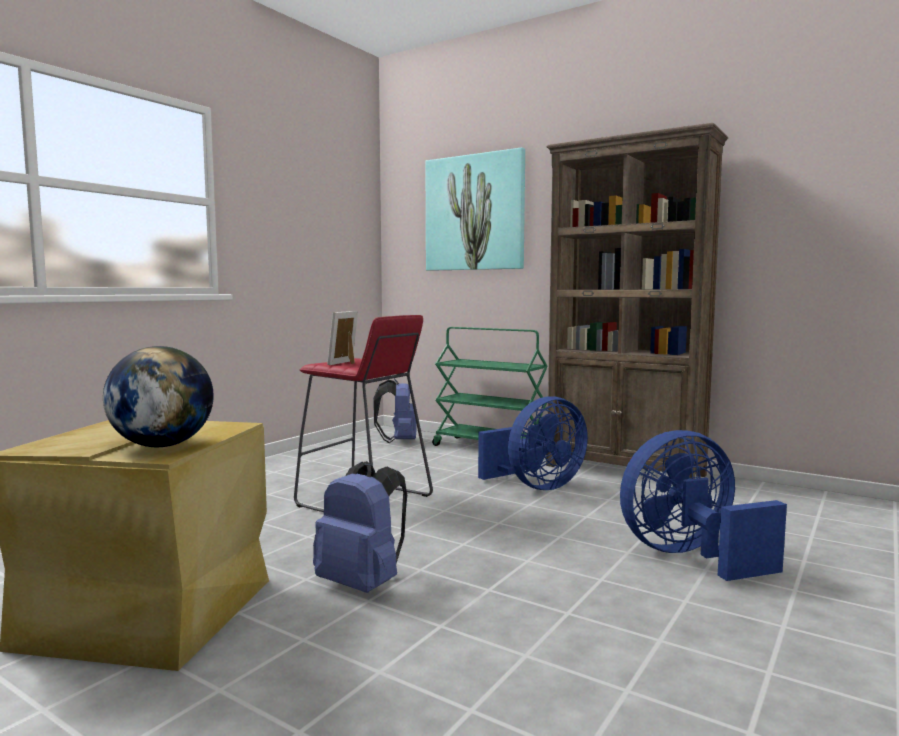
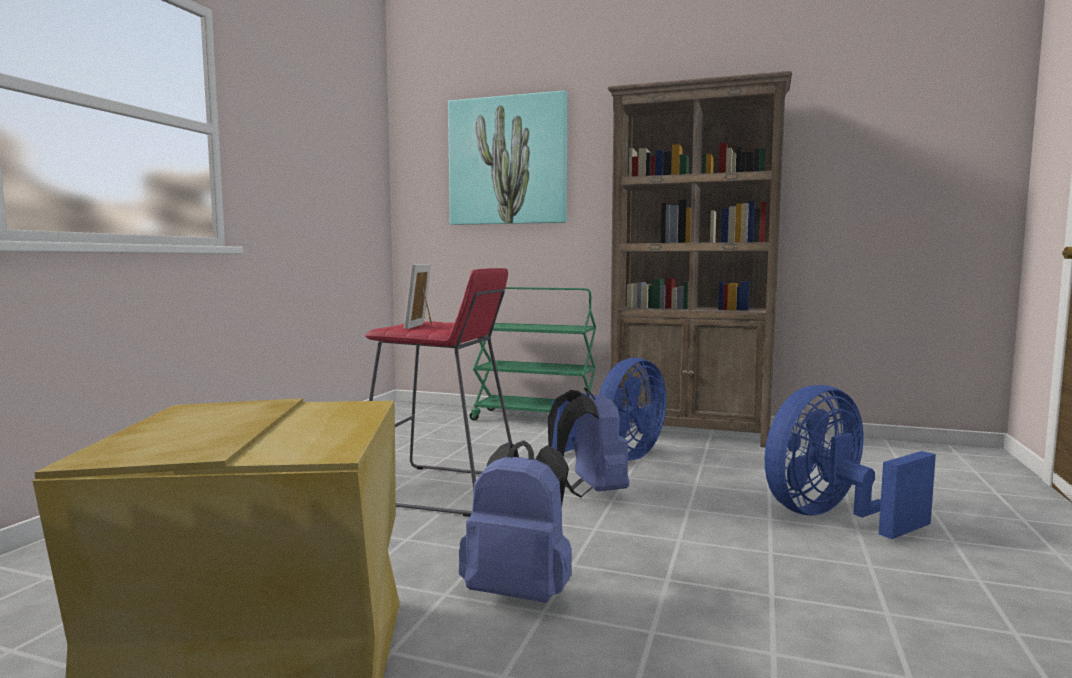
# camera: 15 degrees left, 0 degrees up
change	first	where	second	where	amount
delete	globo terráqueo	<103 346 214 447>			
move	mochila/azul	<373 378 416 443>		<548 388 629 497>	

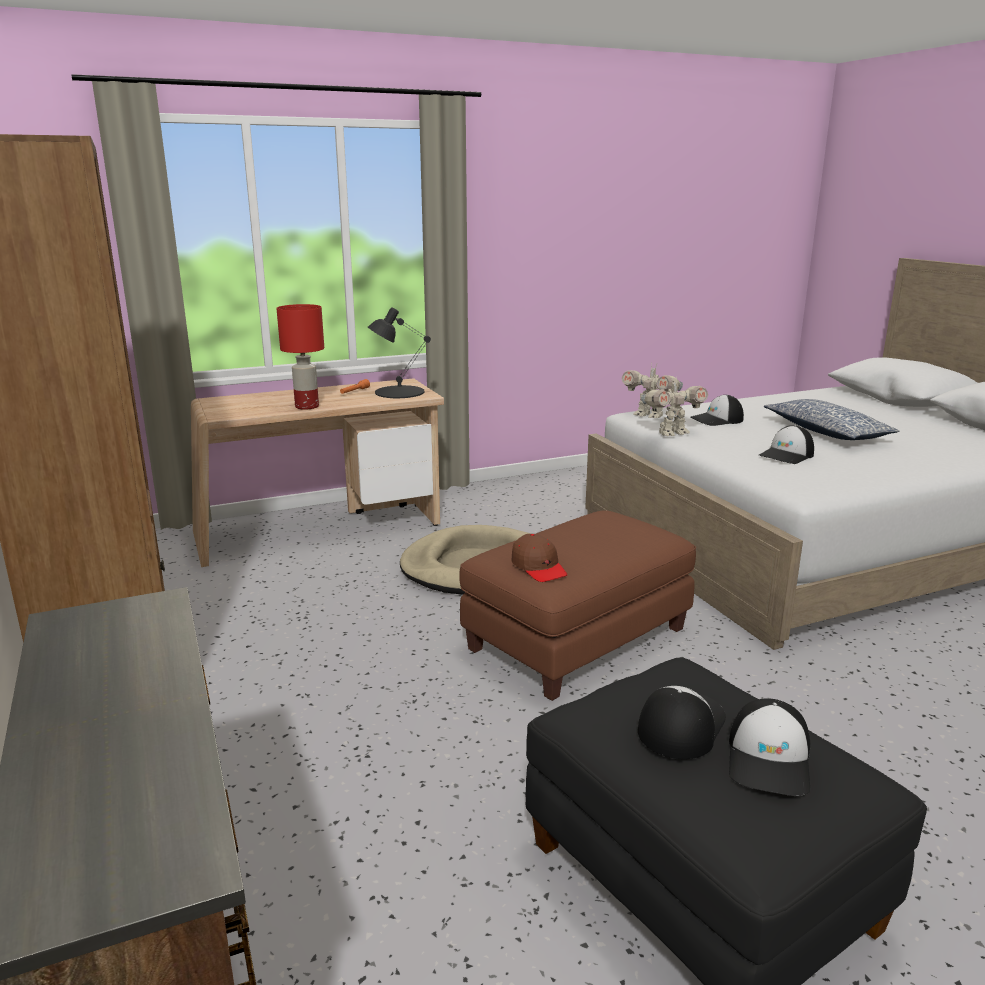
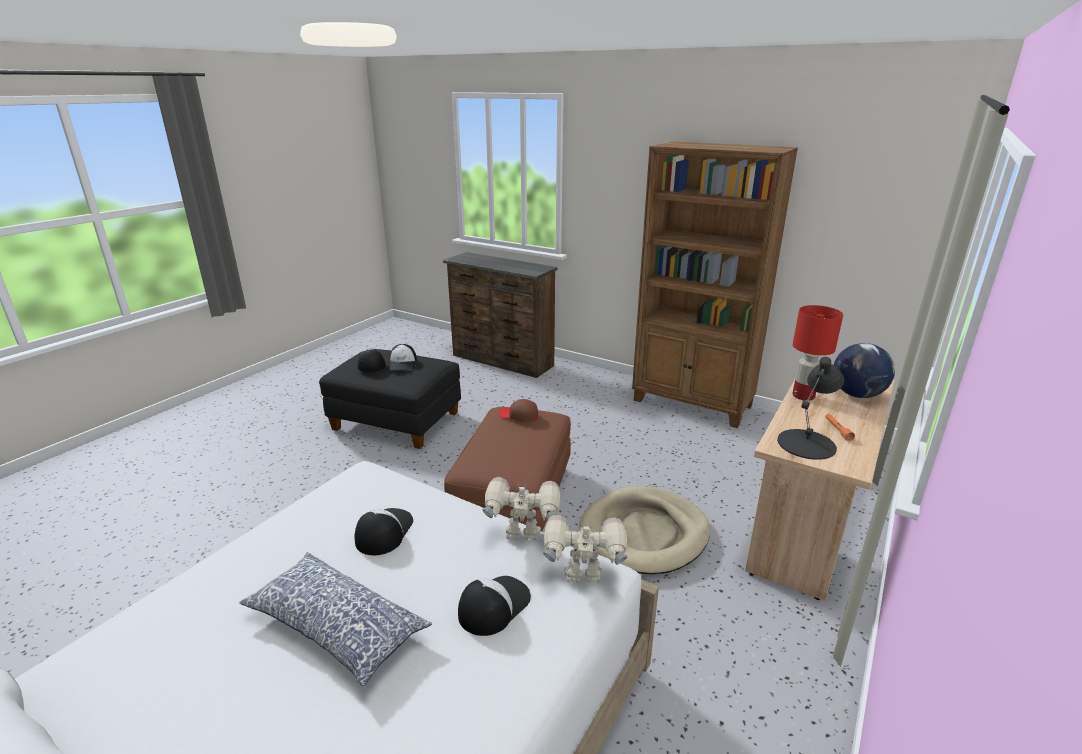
# camera: 145 degrees right, 5 degrees up
change	first	where	second	where	amount
rotate	robot de juguete	<641 376 708 436>		<483 477 560 541>	60 degrees clockwise
insert			globo terráqueo	<834 343 895 398>	

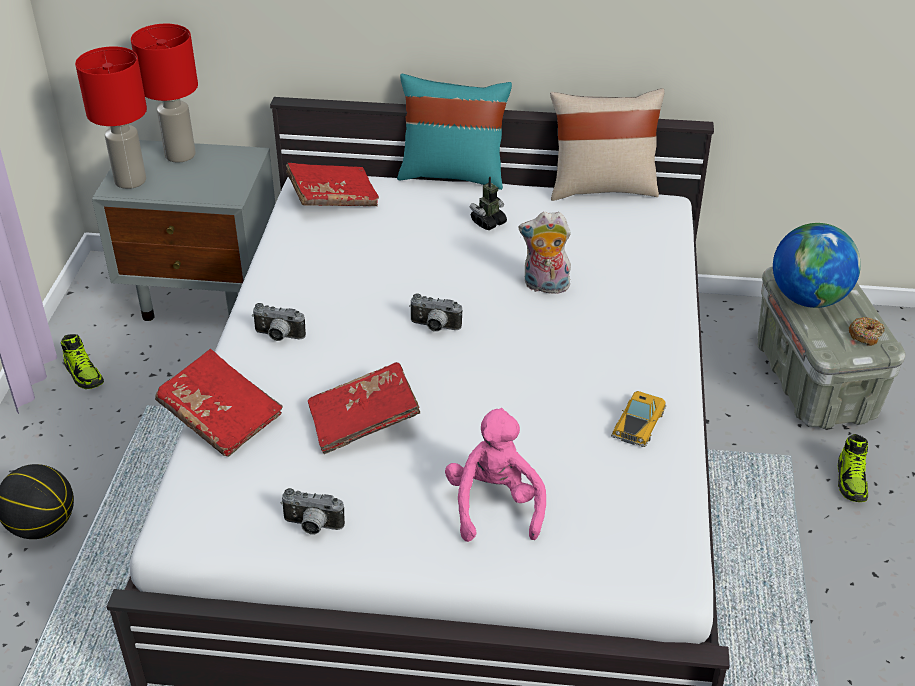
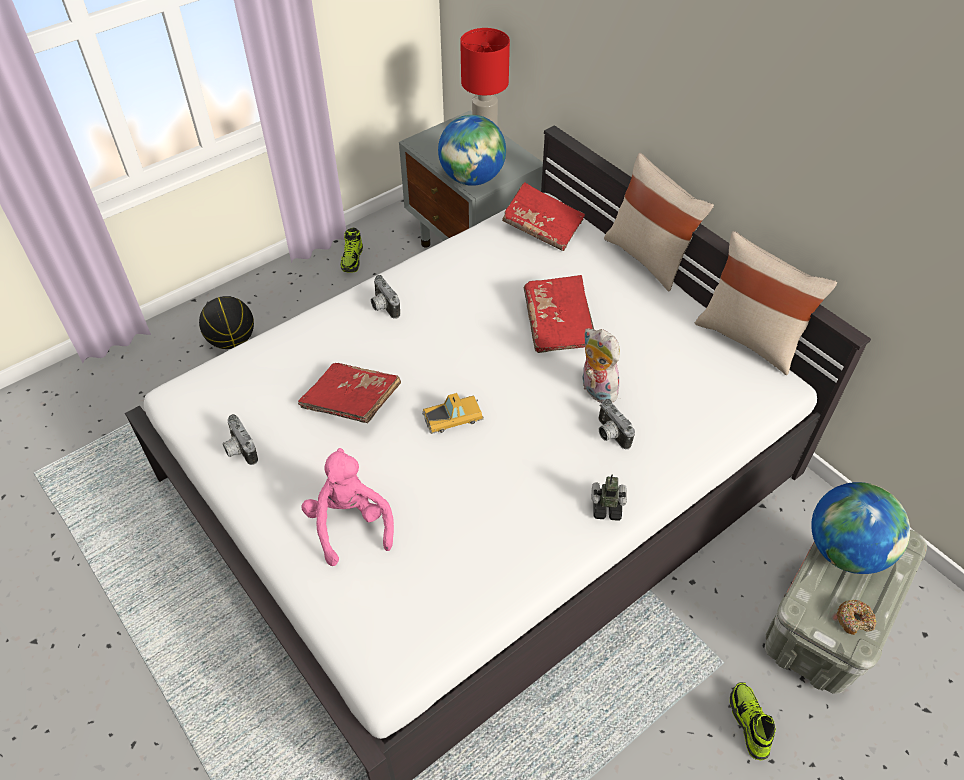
# camera: 45 degrees right, 10 degrees up
change	first	where	second	where	amount
delete	lámpara de mesa/rojo	<75 46 147 189>			
move	libro/rojo	<155 349 283 457>		<524 275 594 353>	
recolor	cojín/turquesa	<397 74 512 190>	cojín/beis	<604 153 714 292>	
move	cámara	<409 294 462 332>		<598 399 635 449>	
rotate	peluche/rosa	<445 408 546 542>		<301 448 394 566>	60 degrees counterclockwise
move	robot de juguete	<470 176 507 230>		<592 475 627 521>	
move	coche de juguete	<611 391 666 447>		<422 393 484 434>	
rotate	zapato	<838 434 868 502>		<730 682 776 760>	120 degrees clockwise
insert			globo terráqueo	<438 115 506 186>	

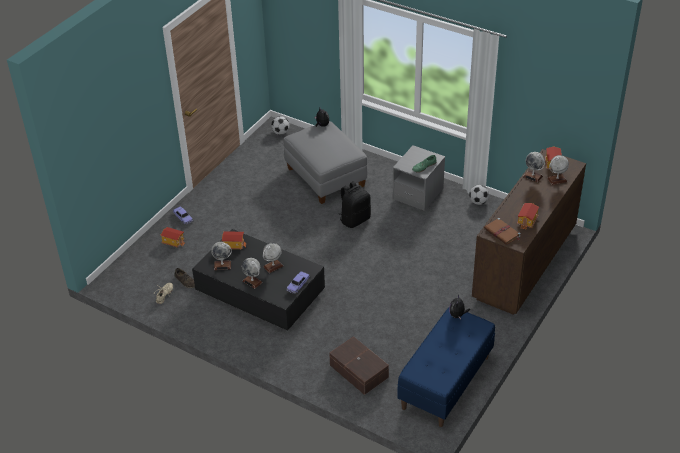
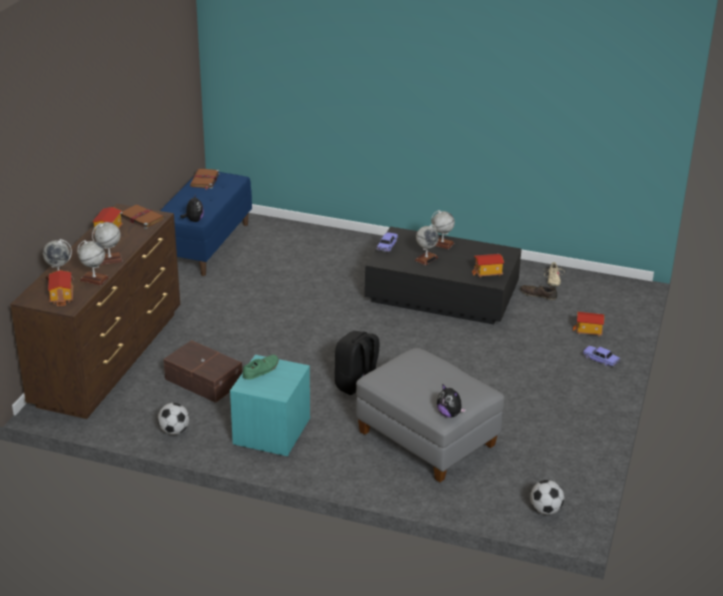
# camera: 165 degrees right, 10 degrees down
change	first	where	second	where	amount
move	globo terráqueo	<211 242 232 270>		<92 222 123 265>	
move	caja de almacenaje/marrón	<329 336 389 395>		<164 340 242 403>	
recolor	mesita de noche/gris	<393 145 445 211>	mesita de noche/turquesa	<230 355 310 456>	
insert			libro/marrón	<190 169 220 190>	

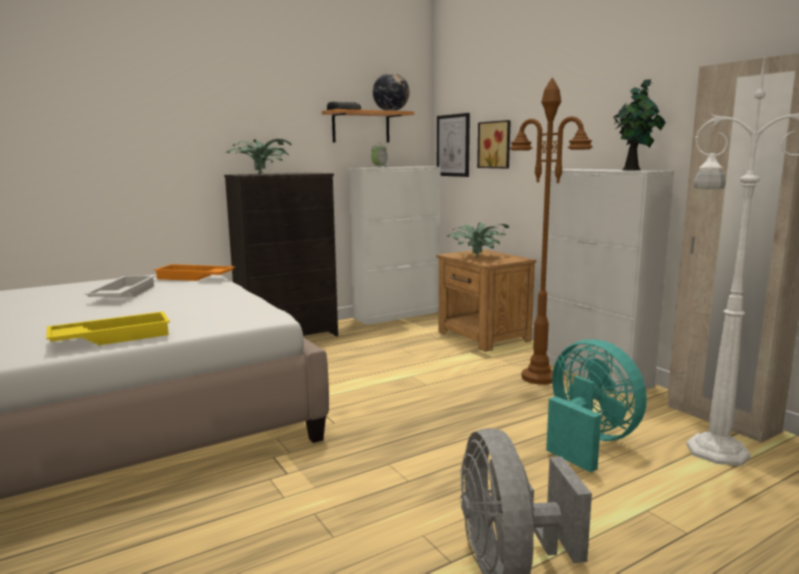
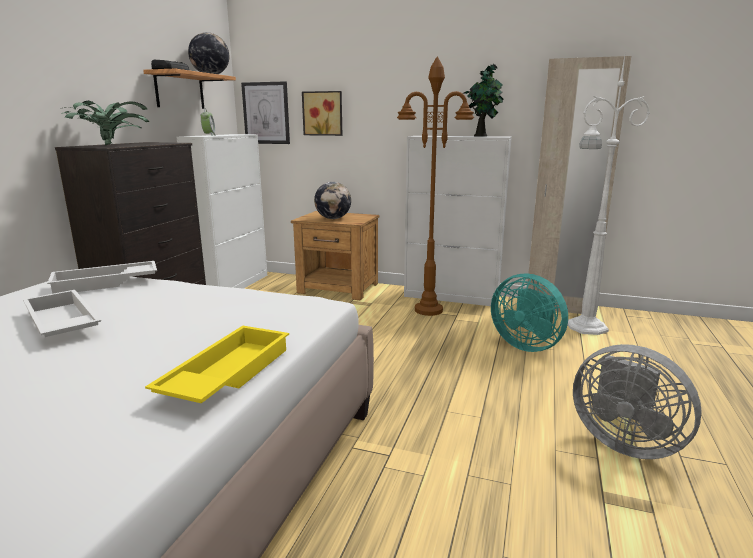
# camera: 40 degrees left, 5 degrees up
change	first	where	second	where	amount
recolor	bandeja/naranja	<154 264 235 281>	bandeja/blanco	<47 261 157 294>	
replace	planta en maceta	<447 222 509 257>	globo terráqueo	<314 182 351 219>	
rotate	ventilador/turquesa	<546 339 647 473>		<491 273 568 352>	150 degrees counterclockwise

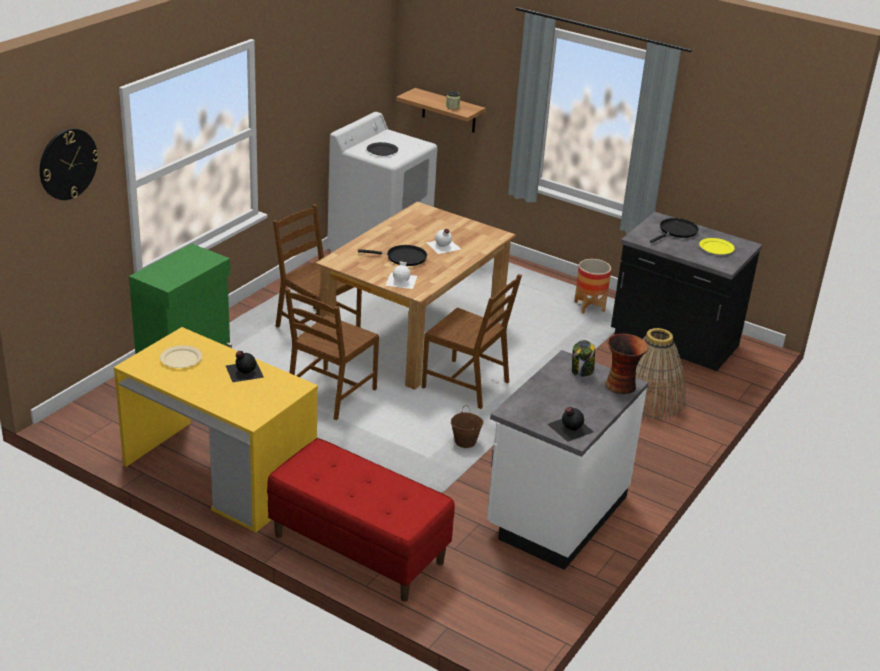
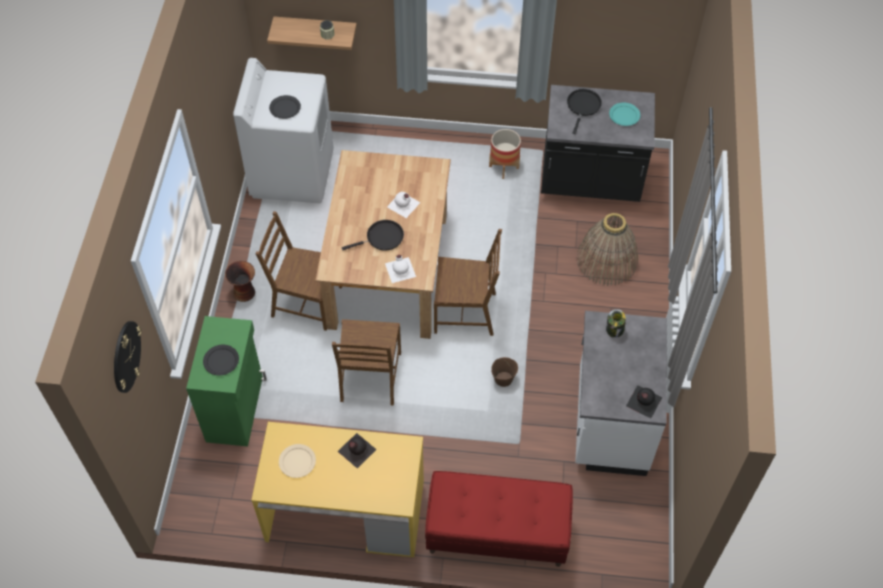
# camera: 25 degrees left, 25 degrees up
change	first	where	second	where	amount
move	florero	<605 334 648 394>		<225 261 255 302>	
recolor	plato/amarillo	<699 238 735 255>	plato/turquesa	<609 103 640 126>	
insert			plato/negro	<203 345 239 375>	

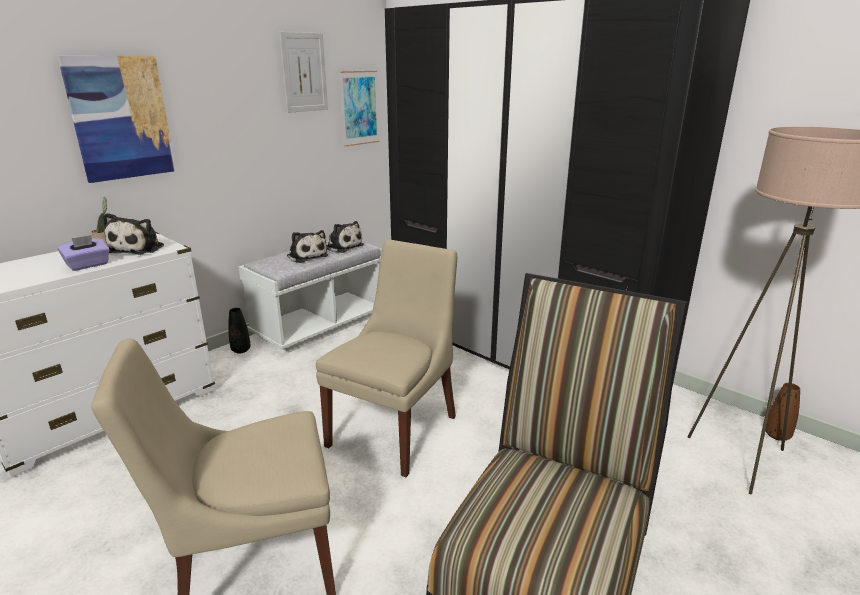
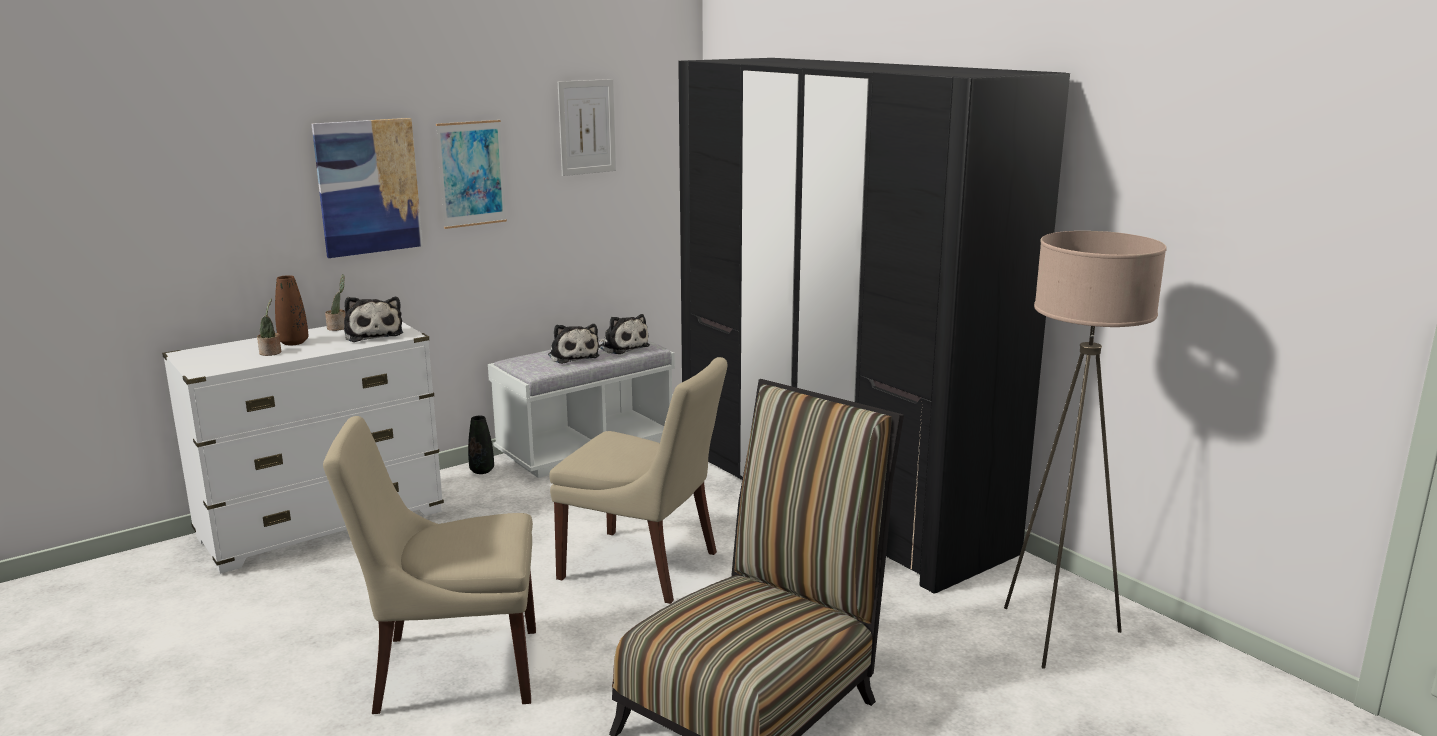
# camera: 10 degrees right, 5 degrees down
change	first	where	second	where	amount
delete	caja de pañuelos/morado	<57 235 110 271>			
rotate	peluche	<103 213 164 255>		<344 297 403 342>	45 degrees counterclockwise
rotate	silla/beis	<316 239 457 477>		<549 357 727 604>	75 degrees clockwise
move	cuadro	<340 71 379 147>		<436 120 507 229>	
move	florero/marrón	<766 383 800 441>		<275 275 308 345>	
insert			planta en maceta	<257 299 281 356>	

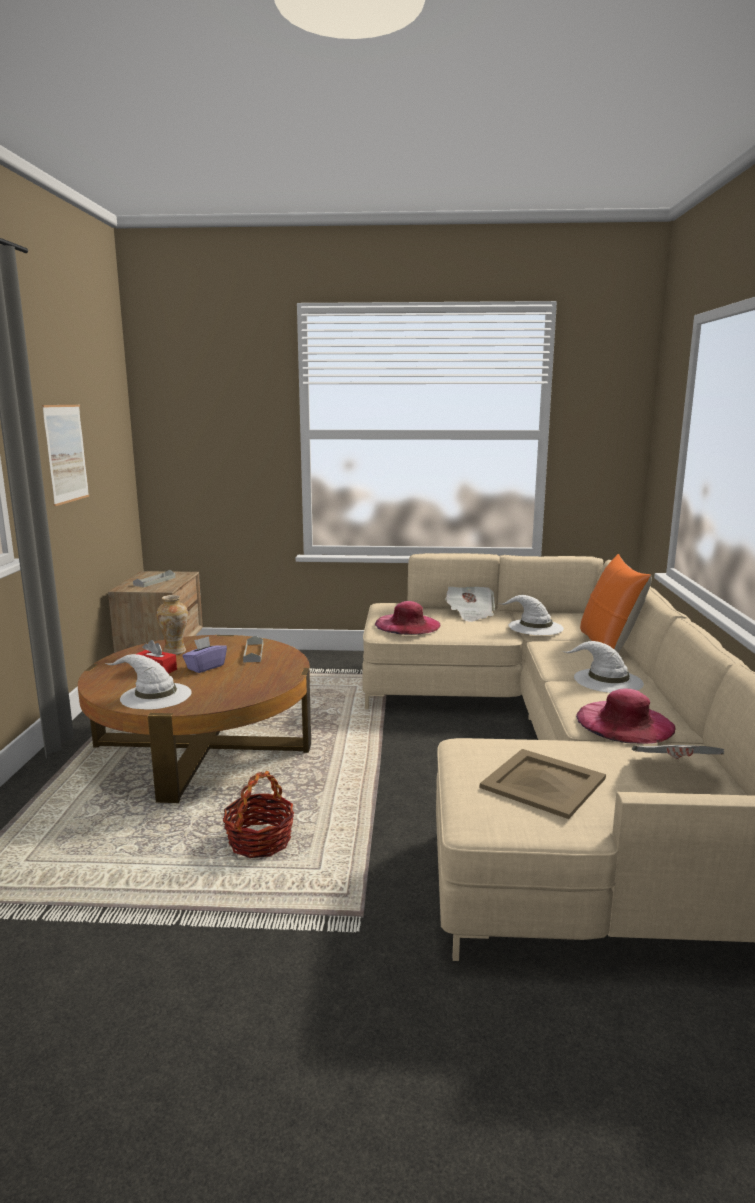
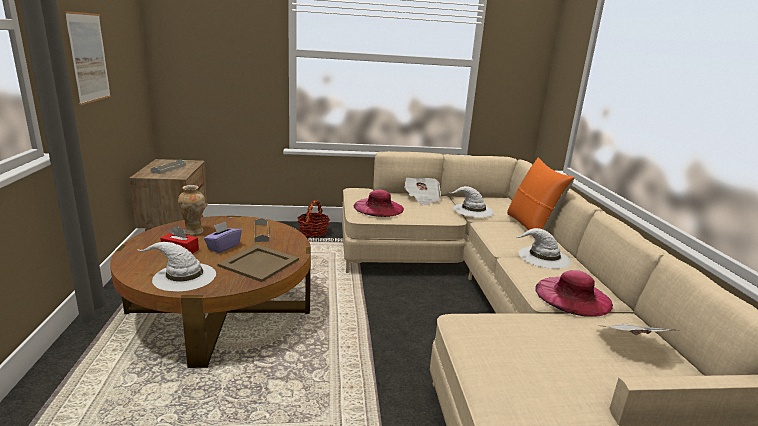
# camera: 10 degrees left, 5 degrees up
change	first	where	second	where	amount
move	cesta	<223 771 294 858>		<297 200 330 237>	
move	bandeja/beis	<480 749 606 819>		<217 244 299 282>	

